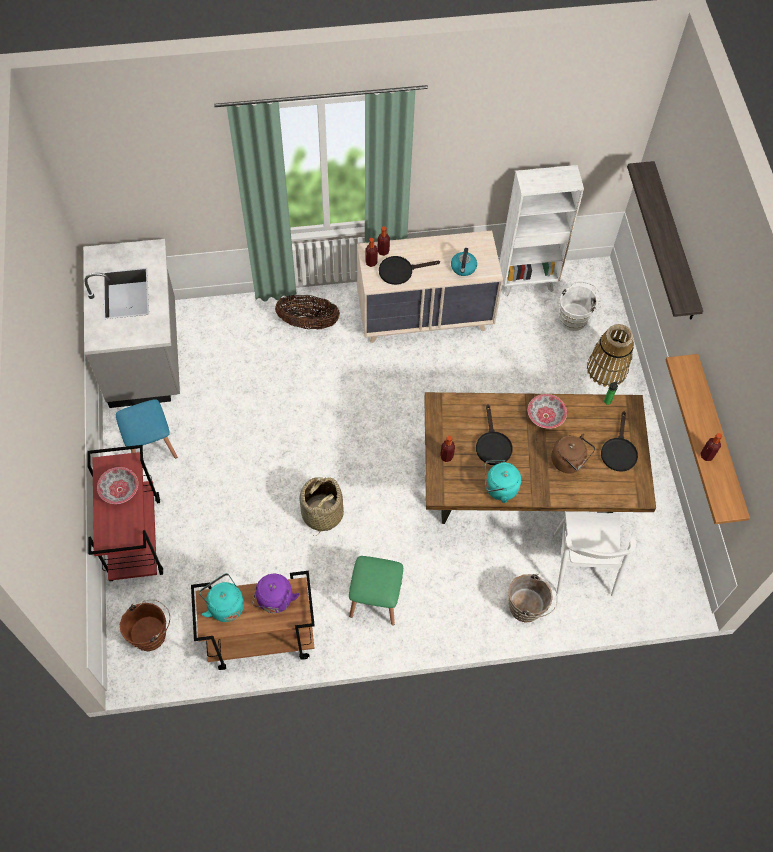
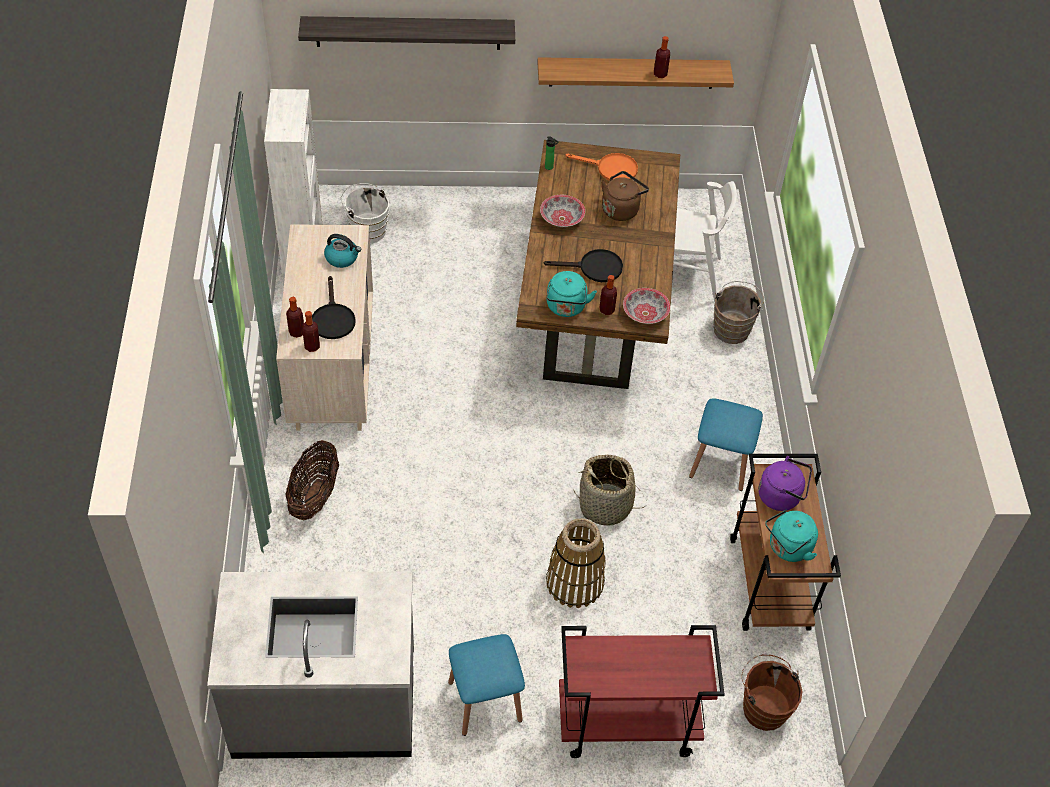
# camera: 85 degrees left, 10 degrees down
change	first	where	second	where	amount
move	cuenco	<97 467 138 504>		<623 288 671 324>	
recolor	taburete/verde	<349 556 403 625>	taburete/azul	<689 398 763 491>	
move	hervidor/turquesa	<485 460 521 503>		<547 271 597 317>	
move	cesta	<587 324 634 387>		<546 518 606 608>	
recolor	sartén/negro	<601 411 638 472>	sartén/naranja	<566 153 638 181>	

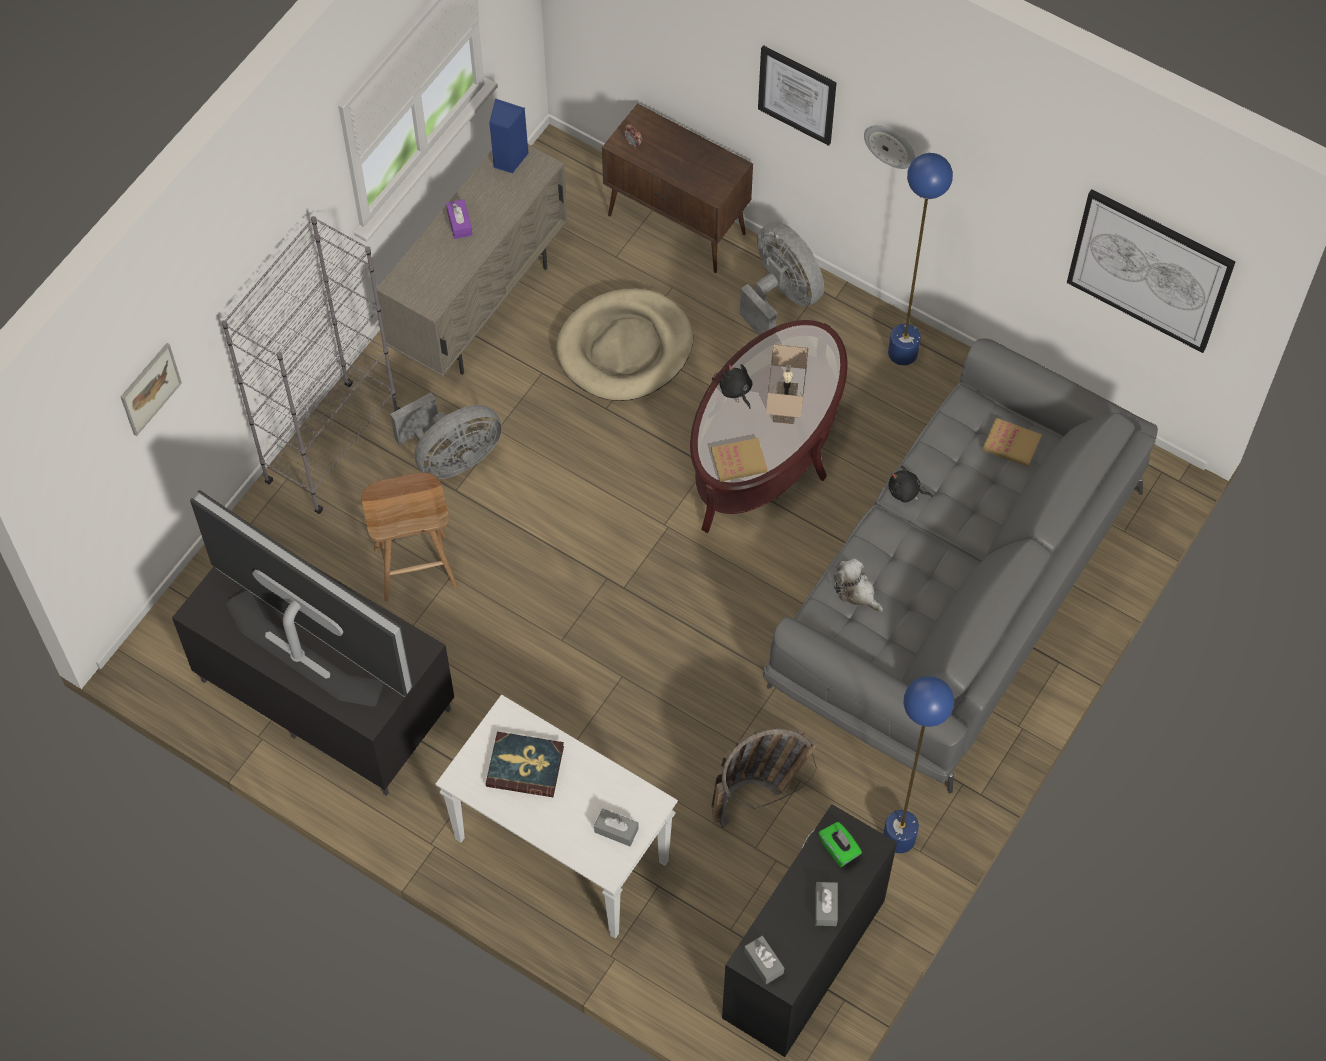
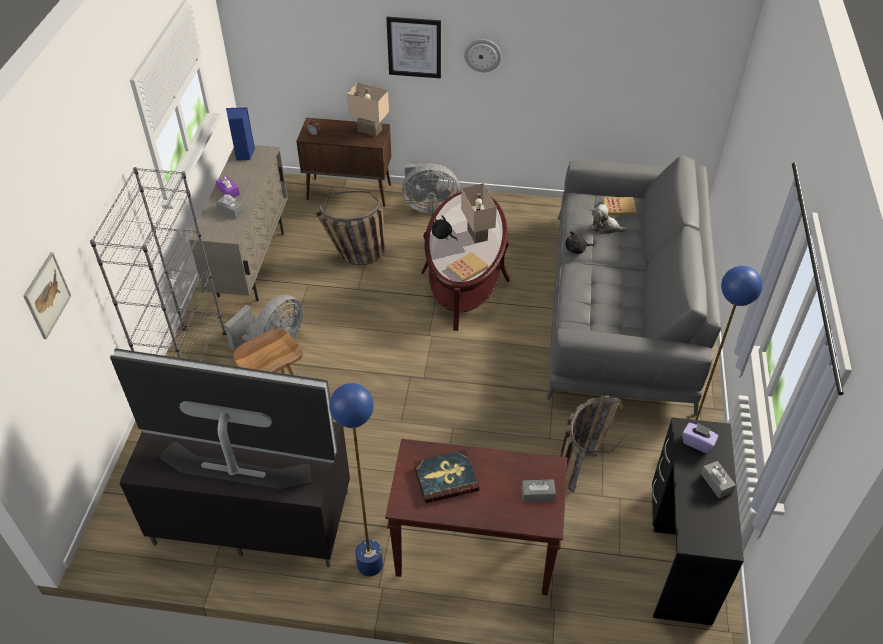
# camera: 25 degrees left, 15 degrees down
change	first	where	second	where	amount
recolor	mesa consola/blanco	<435 695 678 939>	mesa consola/marrón	<385 439 567 595>	
replace	cama para perro/beis	<556 289 693 401>	cesta	<315 191 385 265>	
rotate	ventilador/gris	<740 221 824 335>		<402 164 460 214>	150 degrees clockwise
move	caja de pañuelos/gris	<744 936 784 984>		<216 194 244 219>	
recolor	caja de pañuelos/verde	<818 822 862 867>	caja de pañuelos/morado	<682 423 719 453>	
move	peluche	<834 558 883 612>		<592 204 628 234>	
move	lámpara de pie/azul	<888 153 953 365>		<329 383 383 576>	
delete	cuadro	<1067 189 1235 353>			
insert			lámpara de mesa/beis	<347 83 389 136>	

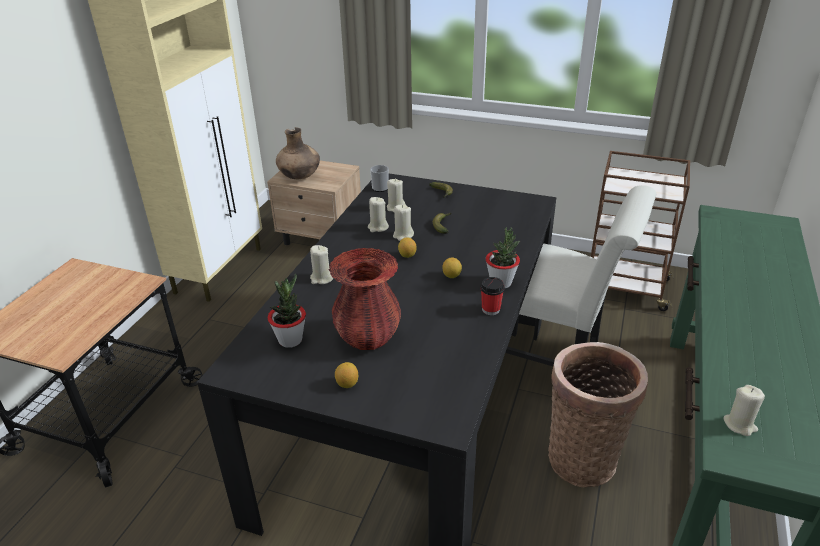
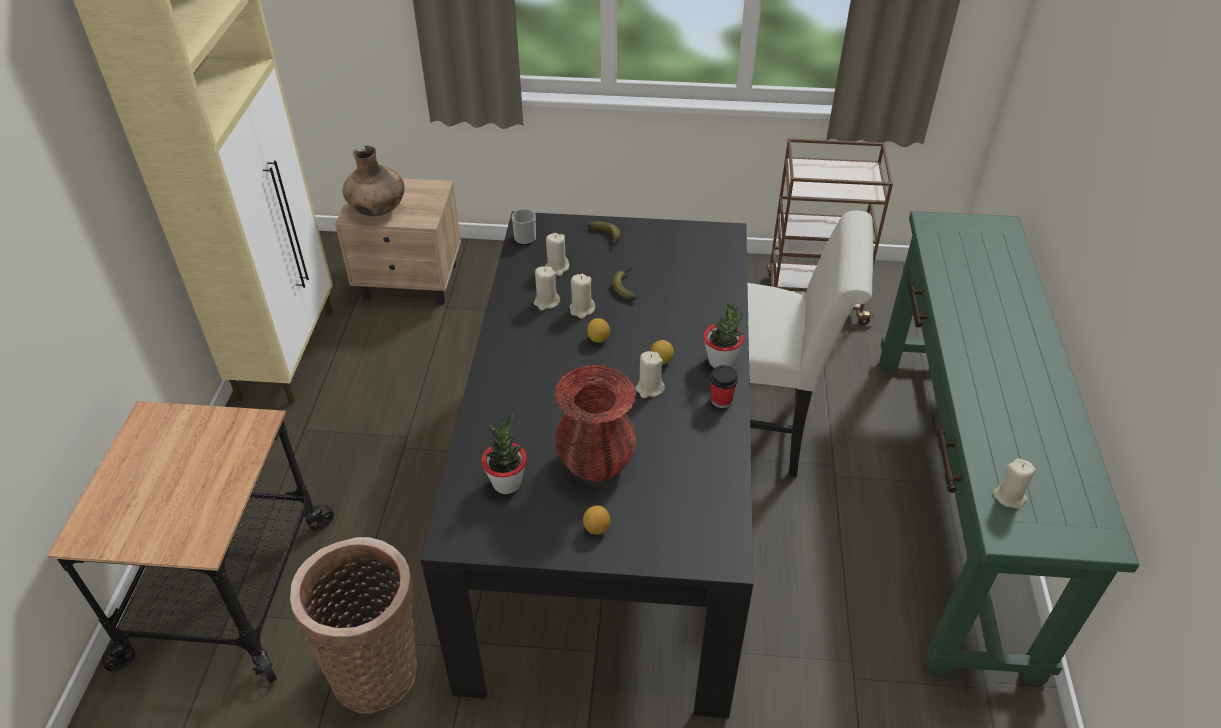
# camera: 15 degrees left, 10 degrees up
change	first	where	second	where	amount
move	vela/beis	<310 245 333 284>		<635 351 665 398>	
move	cesta	<548 342 648 487>		<290 537 417 714>	

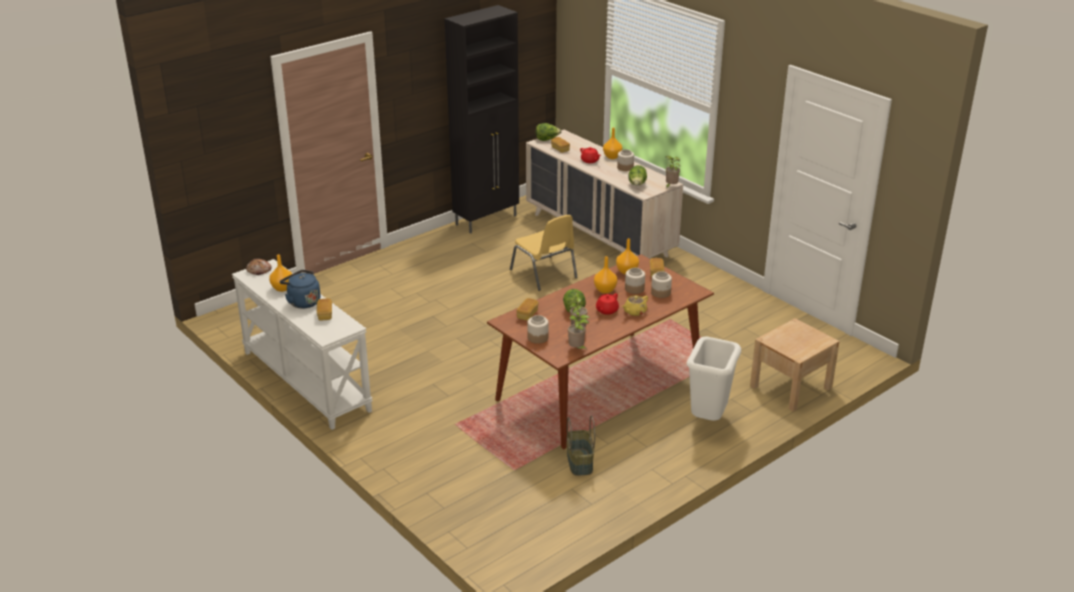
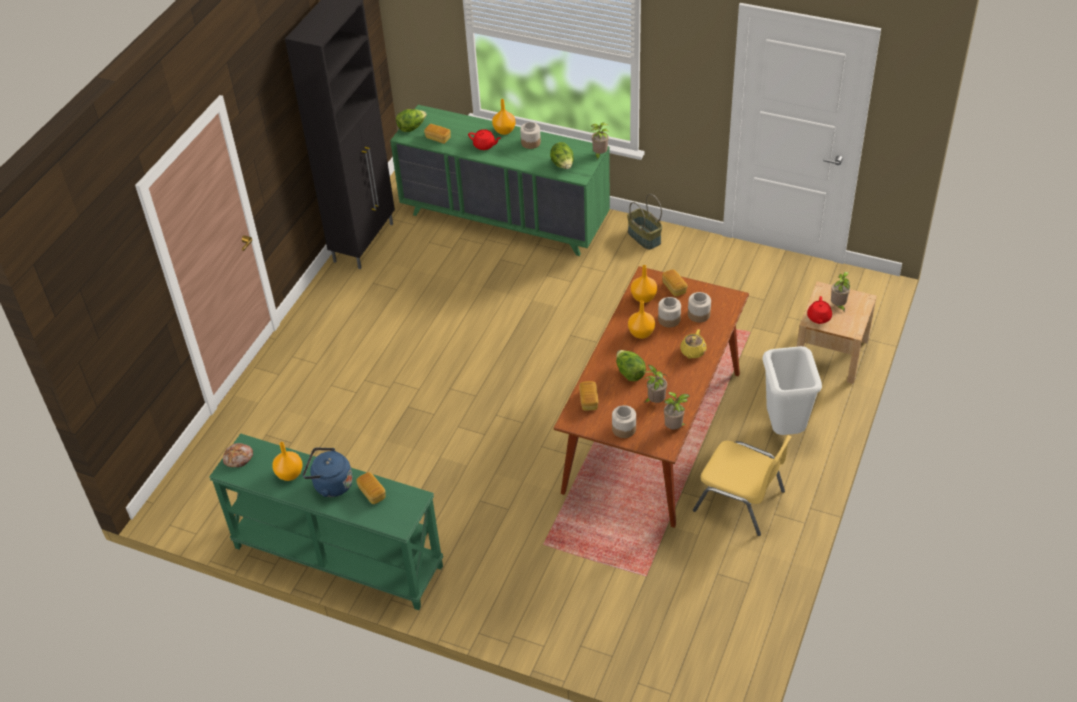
# camera: 25 degrees left, 15 degrees up
change	first	where	second	where	amount
recolor	mesa consola/blanco	<232 259 373 430>	mesa consola/verde	<209 433 443 610>	
move	silla/amarillo	<510 215 578 291>		<693 435 791 536>	
recolor	cómoda/beis	<526 130 683 258>	cómoda/verde	<390 105 610 256>	
move	cesta	<567 416 595 476>		<627 194 662 250>	
move	tetera/rojo	<596 293 619 315>		<807 296 832 324>	
insert			planta en maceta	<831 272 850 311>	

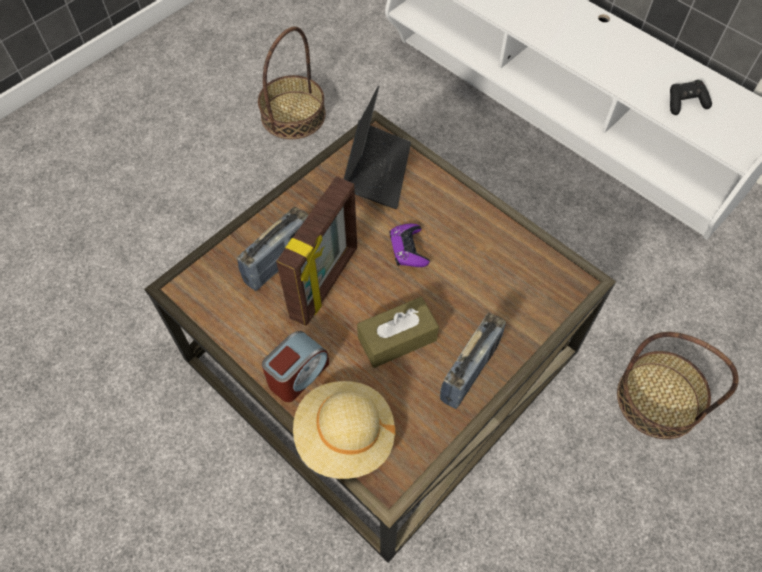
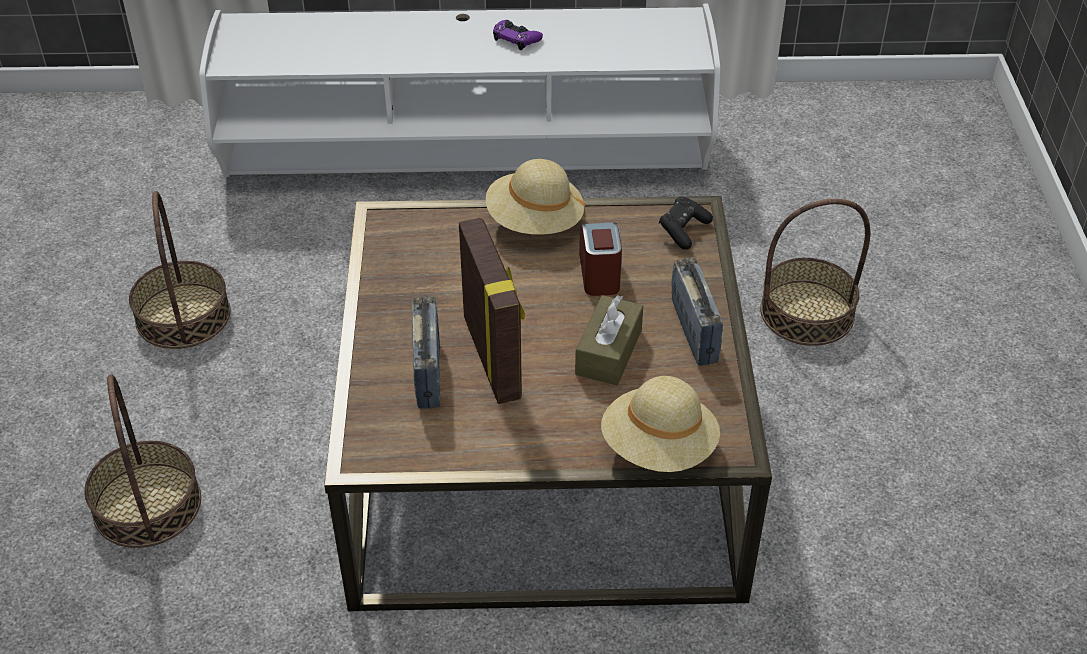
# camera: 45 degrees left, 15 degrees down
change	first	where	second	where	amount
move	despertador	<262 331 329 402>		<579 222 622 296>	
delete	portátil	<344 85 411 209>			
move	mando de consola/morado	<390 224 430 267>		<493 20 543 50>	
move	mando de consola/negro	<670 80 712 115>		<659 197 713 250>	
insert			cesta	<84 374 201 548>	
insert			sombrero/beis	<486 159 585 235>	

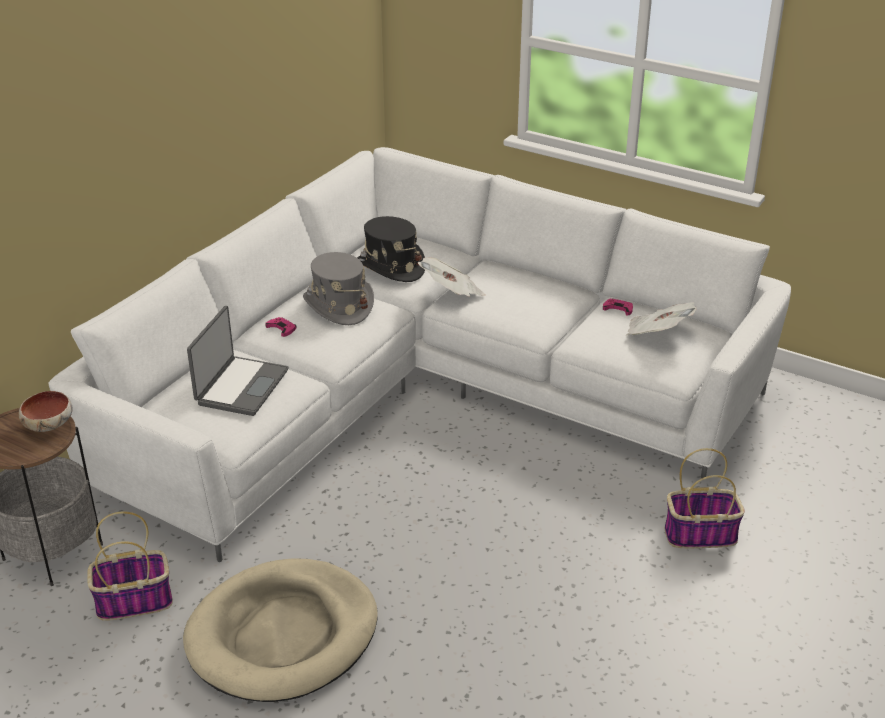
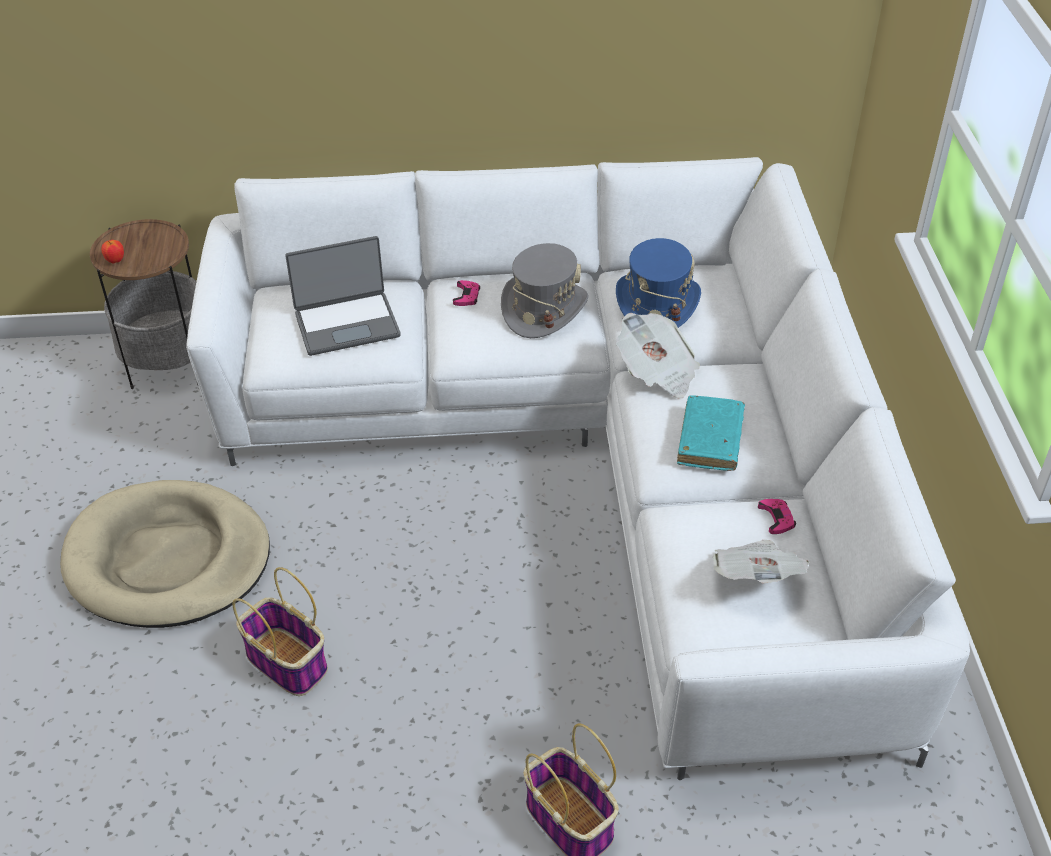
# camera: 55 degrees right, 10 degrees up
change	first	where	second	where	amount
delete	cuenco	<19 391 72 432>			
move	cesta	<88 511 173 621>		<233 567 328 696>	
recolor	sombrero/negro	<357 216 425 282>	sombrero/azul	<616 238 701 328>	
insert			manzana	<101 240 124 264>	
insert			libro/turquesa	<677 395 745 471>	

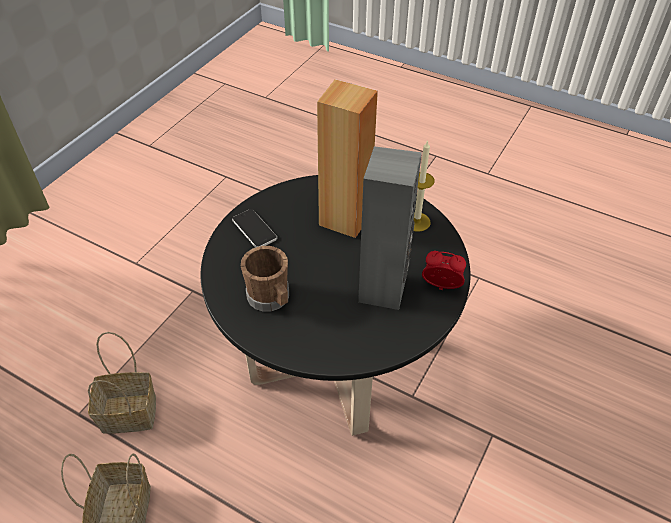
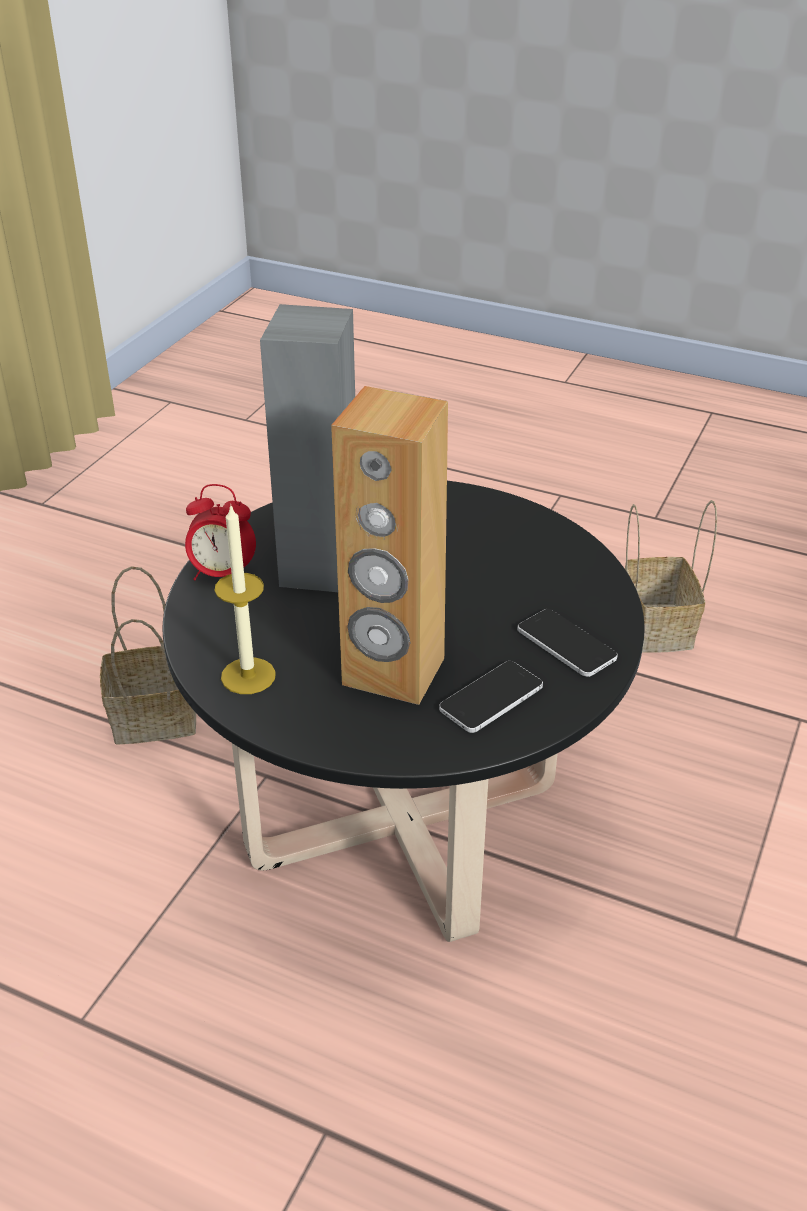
# camera: 175 degrees right, 10 degrees down
change	first	where	second	where	amount
move	cesta	<88 332 156 433>		<100 566 196 745>	
delete	taza grande/marrón	<241 246 289 312>			
insert			móvil	<439 661 543 733>	

